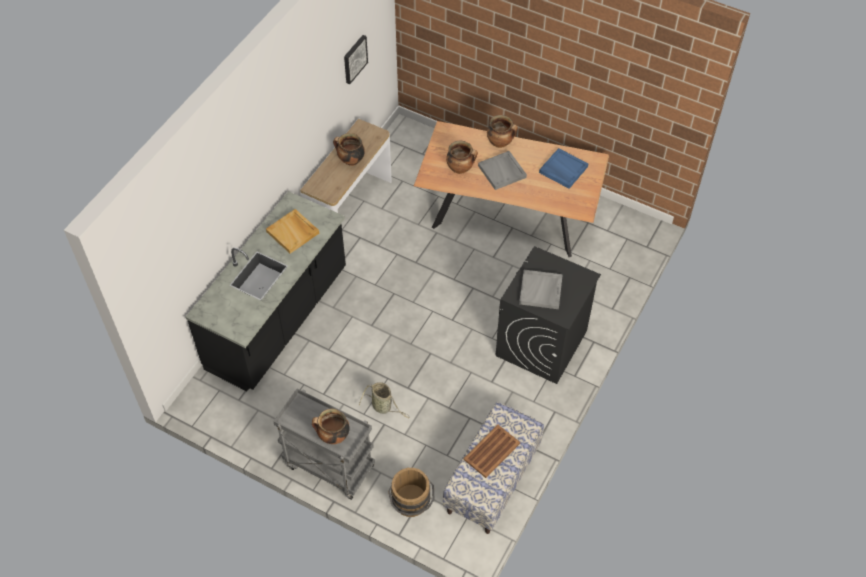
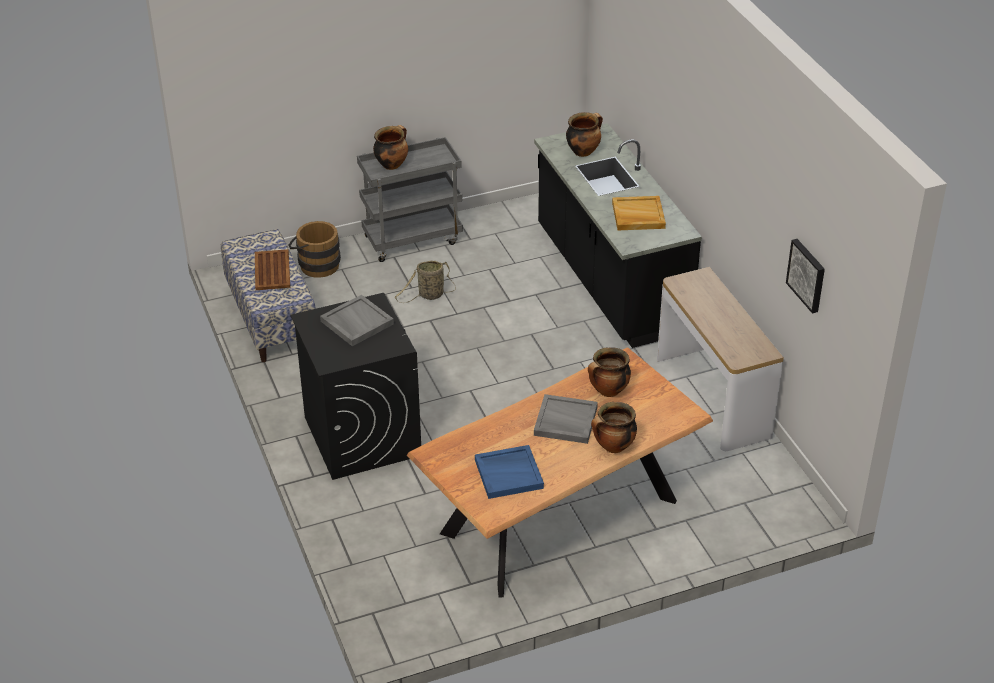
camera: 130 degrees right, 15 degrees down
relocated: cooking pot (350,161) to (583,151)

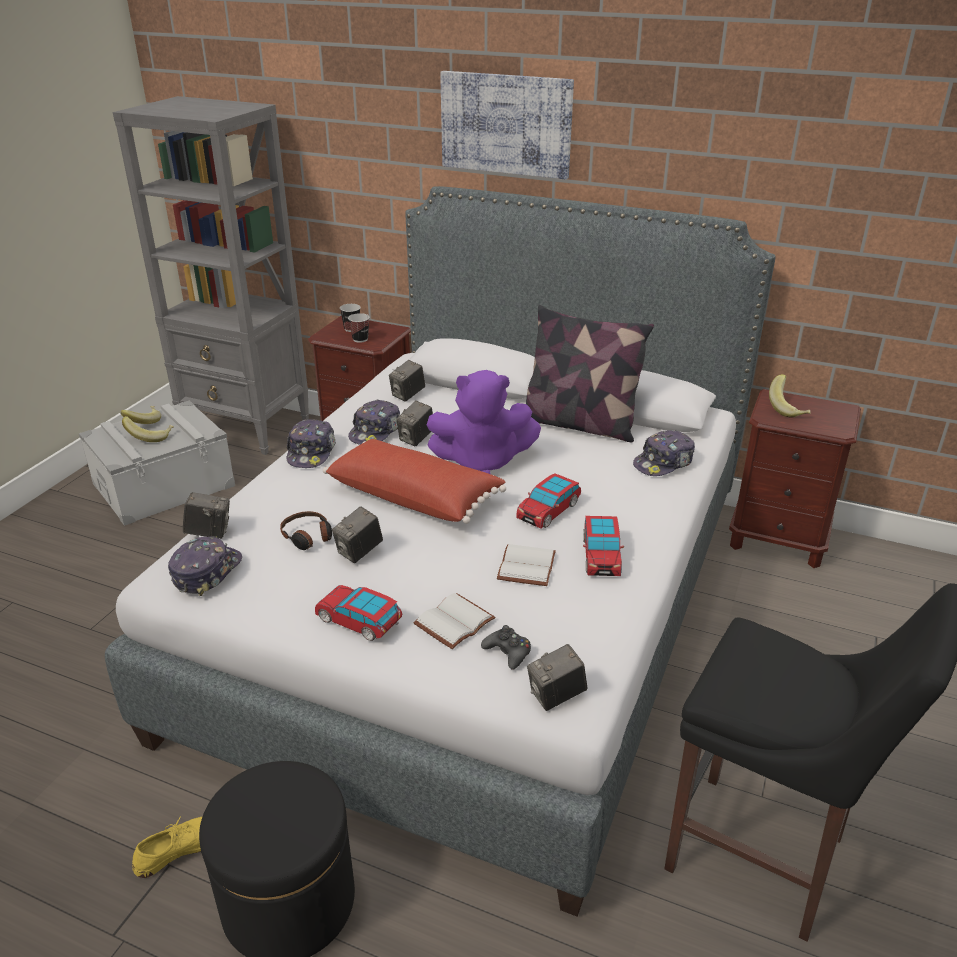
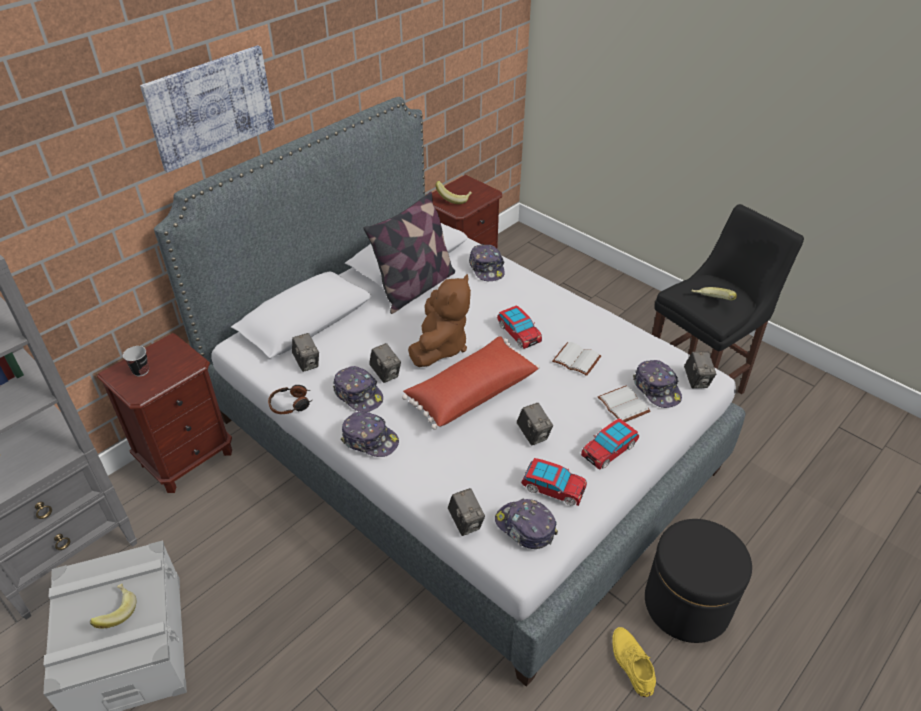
camera: 70 degrees left, 10 degrees up
missing: cup (360,339)
relocated: banana fruit (143,422) to (711,302); headphones (308,537) to (291,404); miniature car (601,555) to (553,488)
exchanged: gamepad in blackish (508,652) to cap (657,389)
colour: soft toy in purplish (482,461) to soft toy in brownish (440,347)
spun: still camera (209,532) = (466,522) 135 degrees clockwise

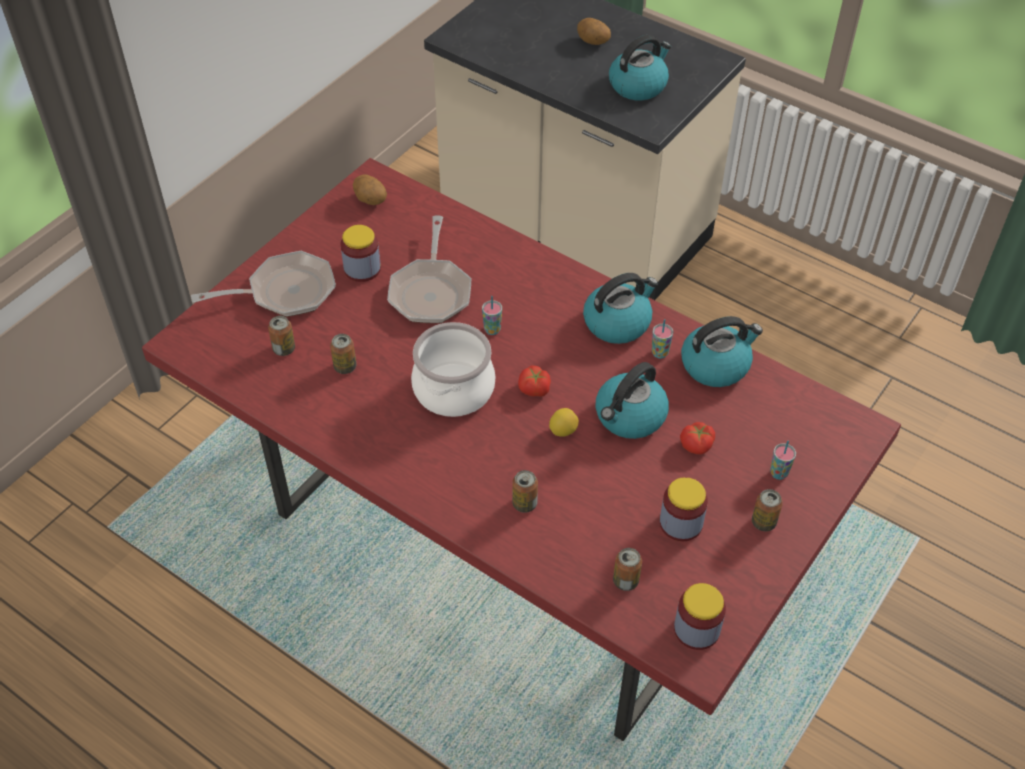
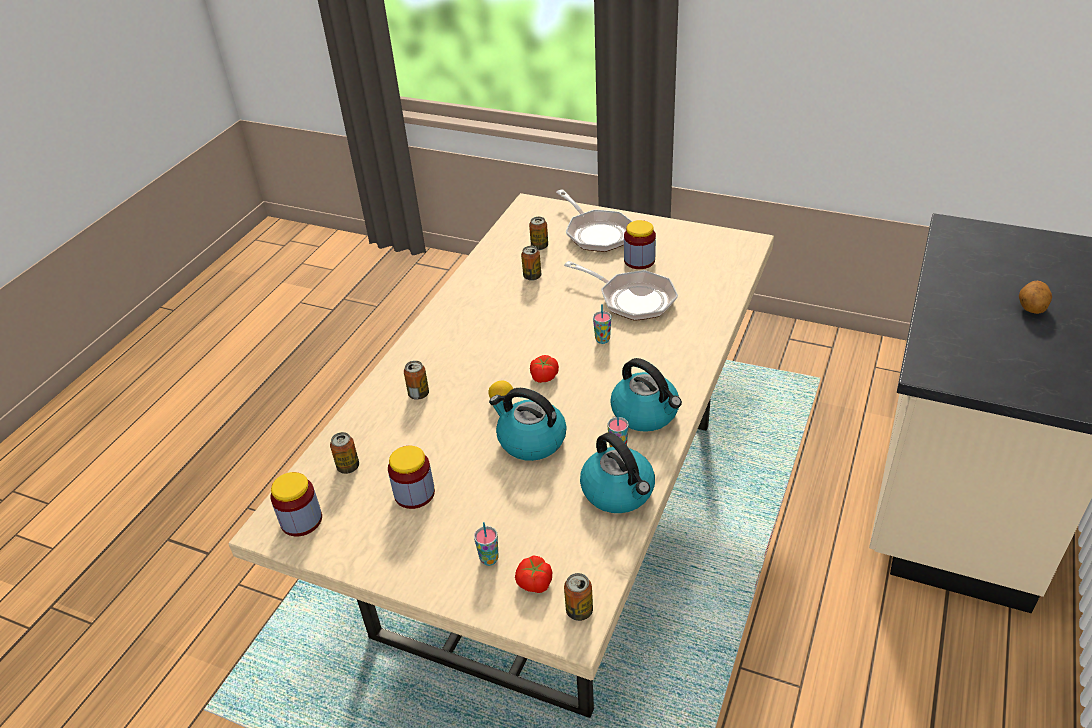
camera: 80 degrees right, 10 degrees down
missing: whole potato (370,201); cooking pot (453,389); kettle (638,85)
relocated: whole tomato (697,445) to (534,582); metal can (763,522) to (579,611)
colour: dining table in reddish (510,531) to dining table in beige-coloured (557,518)
spun: pan (431,291) = (632,299) 135 degrees counterclockwise

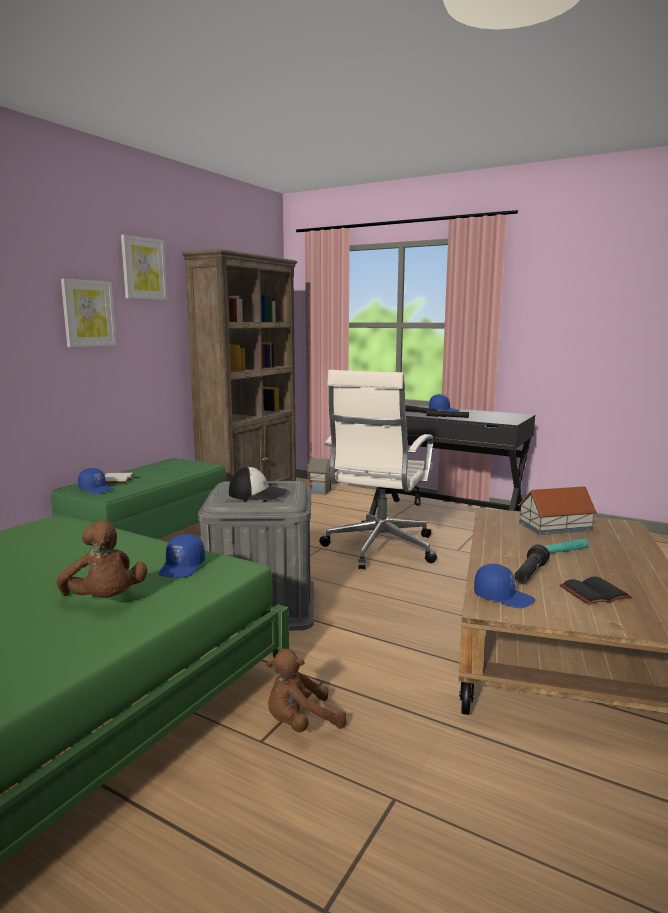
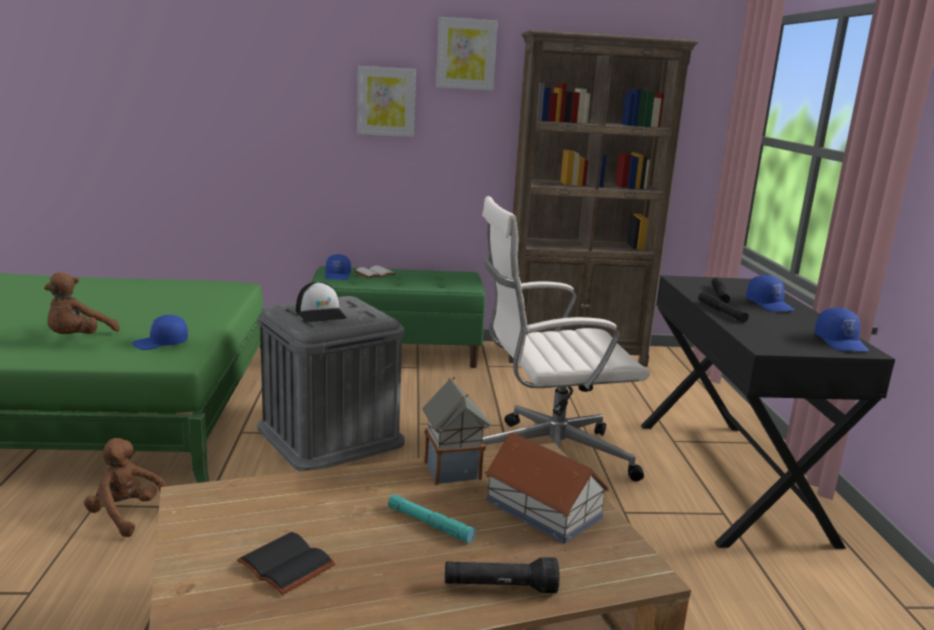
camera: 55 degrees right, 5 degrees up
relocated: toy house (320,492) to (453,471); cap in bluish (503,597) to (841,343); torch in blackish (530,574) to (499,588)

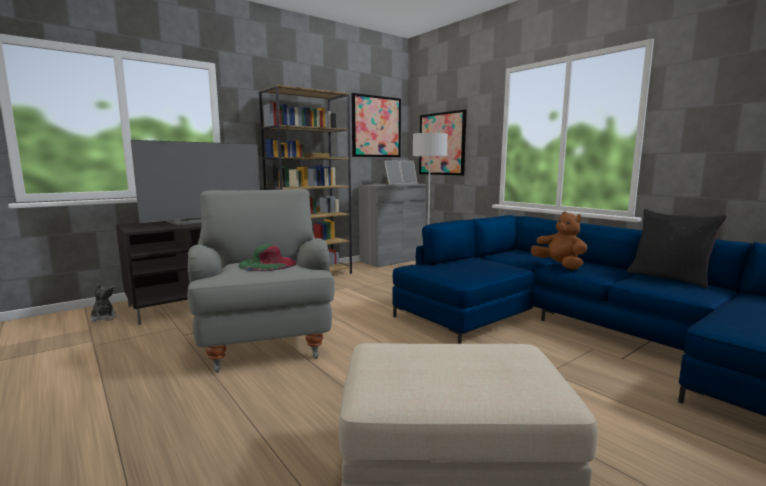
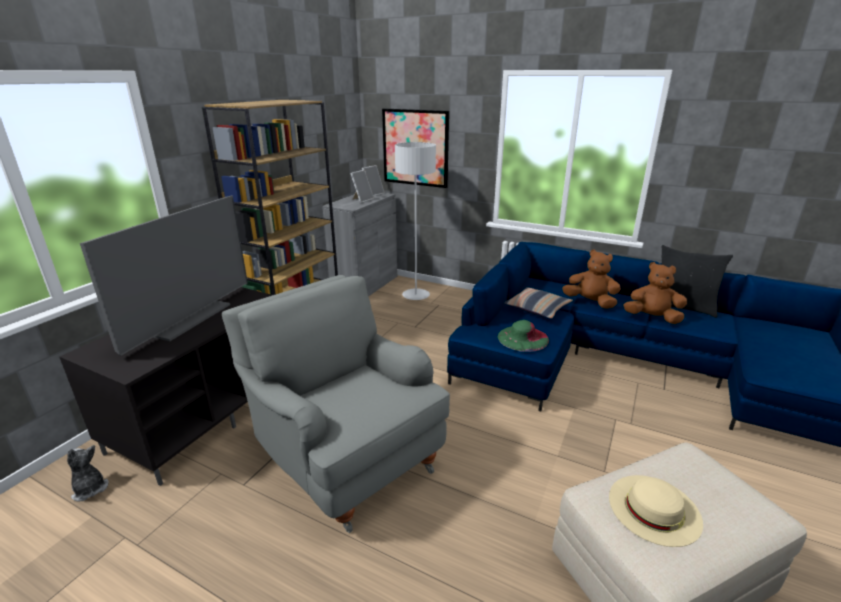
camera: 25 degrees left, 15 degrees up
missing: wall picture (376,126)
appeared: throw pillow (537,309); clothing hat in beige-coloured (654,509); soft toy in brownish (652,318)
relocated: clothing hat in greenish (267,264) to (523,338)

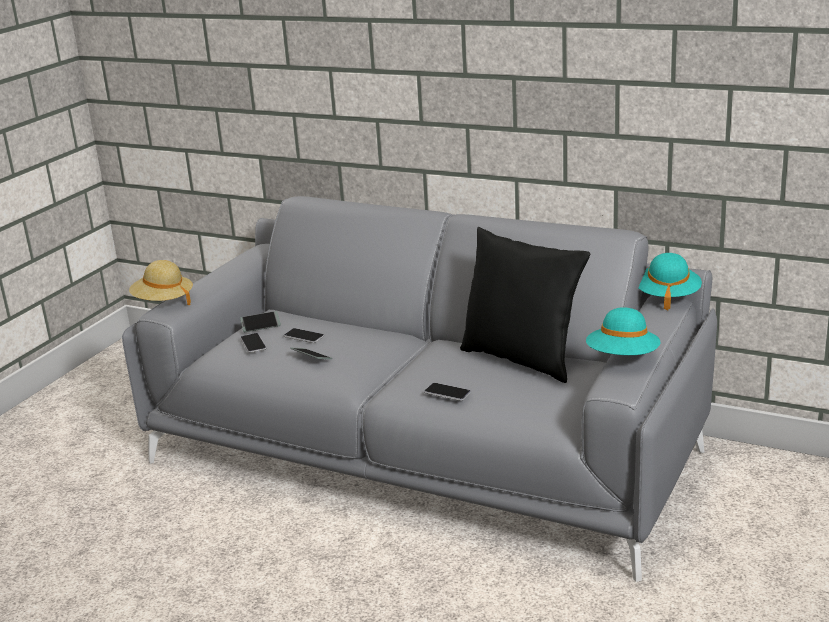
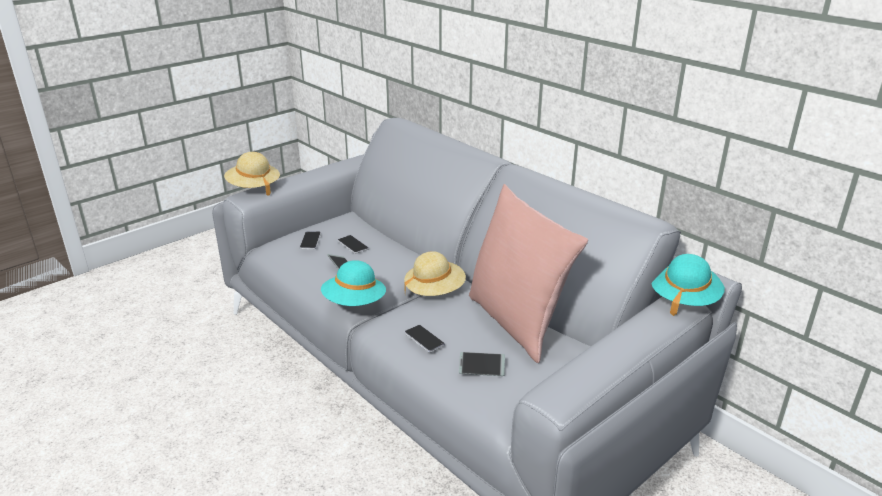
camera: 20 degrees right, 5 degrees up
appeared: clothing hat in beige-coloured (435,291)
relocated: phone (261,325) to (481,368); clothing hat in turquoise (622,358) to (354,303)
colour: throw pillow in blackish (522,359) to throw pillow in pink (517,322)

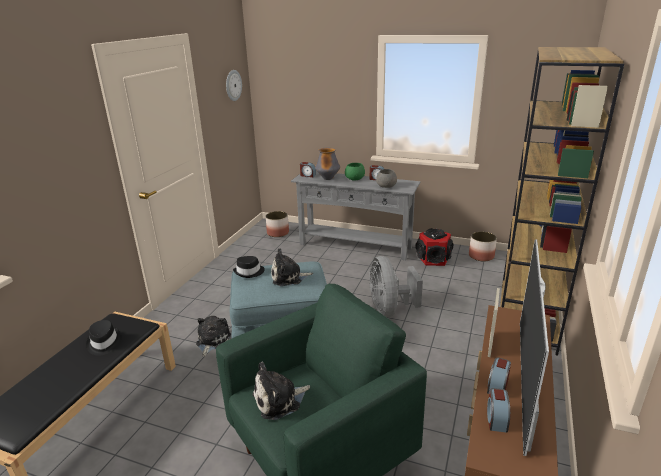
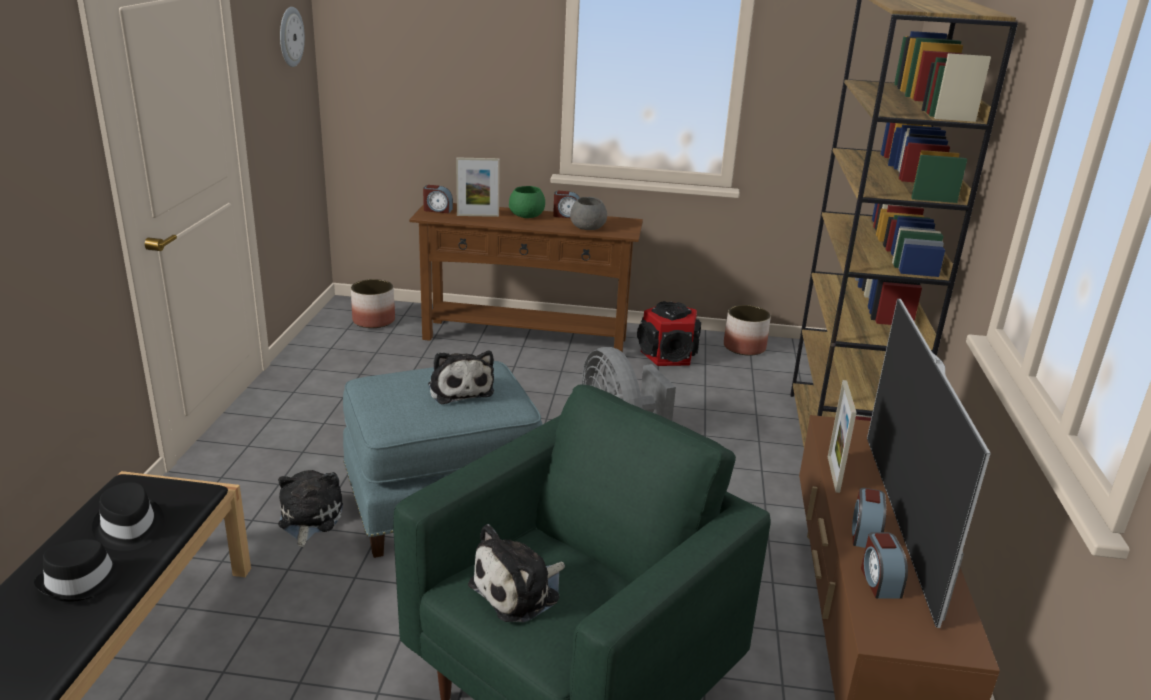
camera: 15 degrees left, 0 degrees up
relocated: clothing hat in blackish (249,272) to (82,581)
exchanged: decorative vase (328,178) to photo frame (478,215)
colour: console table in grey (355,246) to console table in brownish (525,338)
spun: soft toy (289,277) = (460,389) 90 degrees counterclockwise

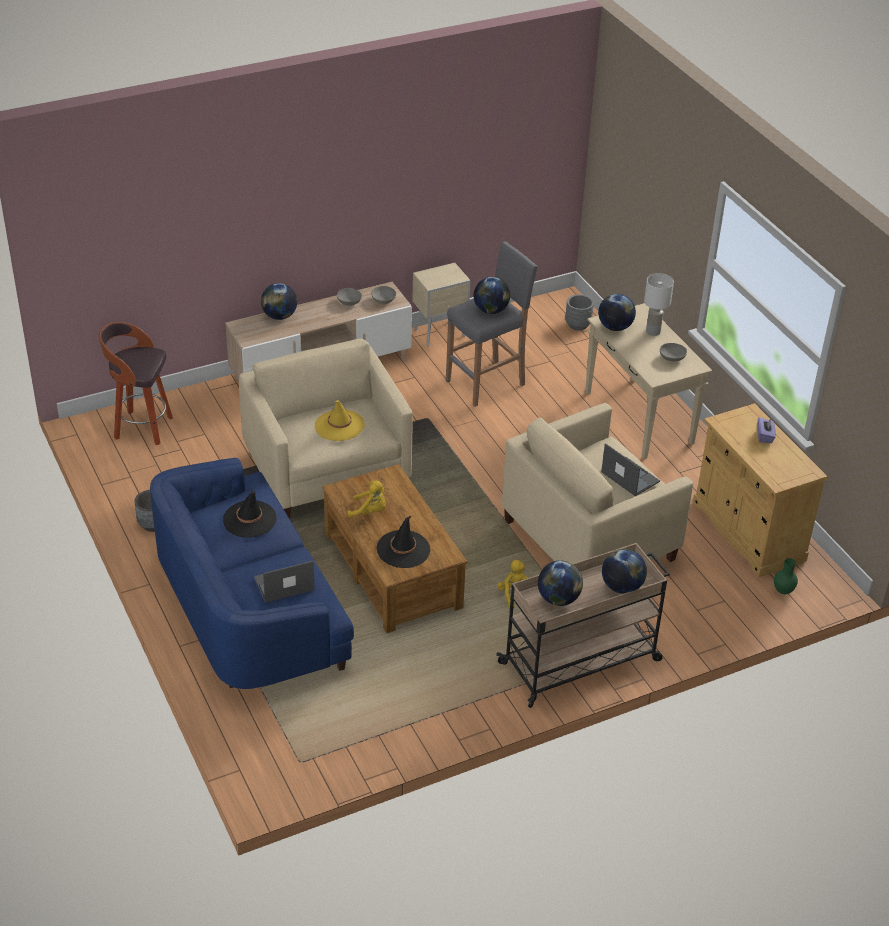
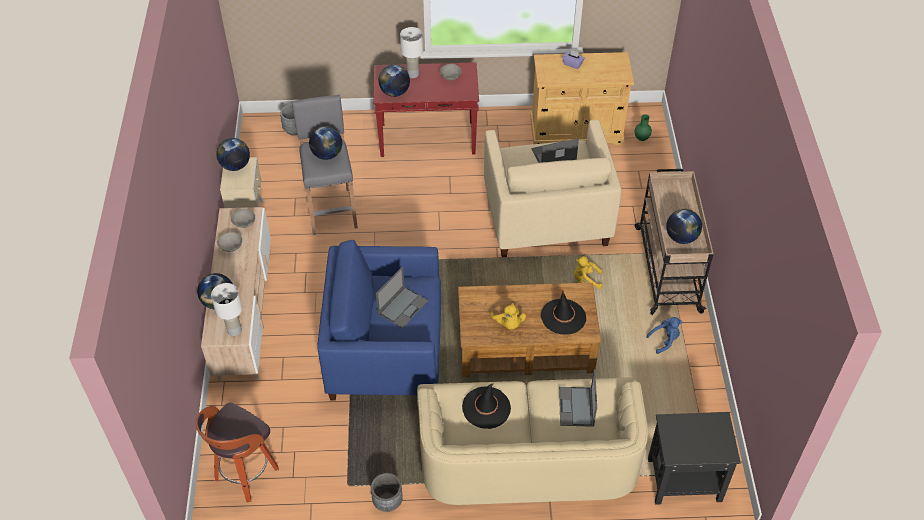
camera: 65 degrees left, 10 degrees up
appeared: tabletop lamp in white-coloured (234,330); soft toy in bluish (665,340); side table in blackish (683,479)
relocated: globe (622,587) to (235,166)
exchanged: clothing hat in yellow-coloured (339,426) to laptop (403,306)
colour: sofa in bluish (249,608) to sofa in beige-coloured (527,458); easy chair in beige-coloured (327,472) to easy chair in bluish (385,351); console table in beige-coloured (639,419) to console table in reddish (428,139)
spun: soft toy in yellow-coloured (370,511) = (508,323) 120 degrees clockwise

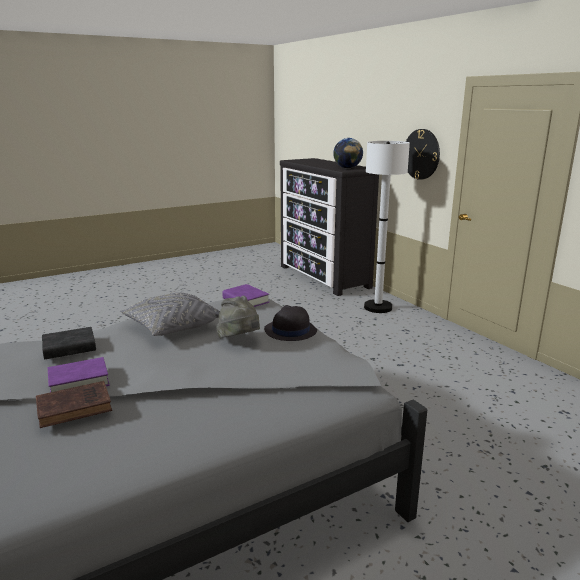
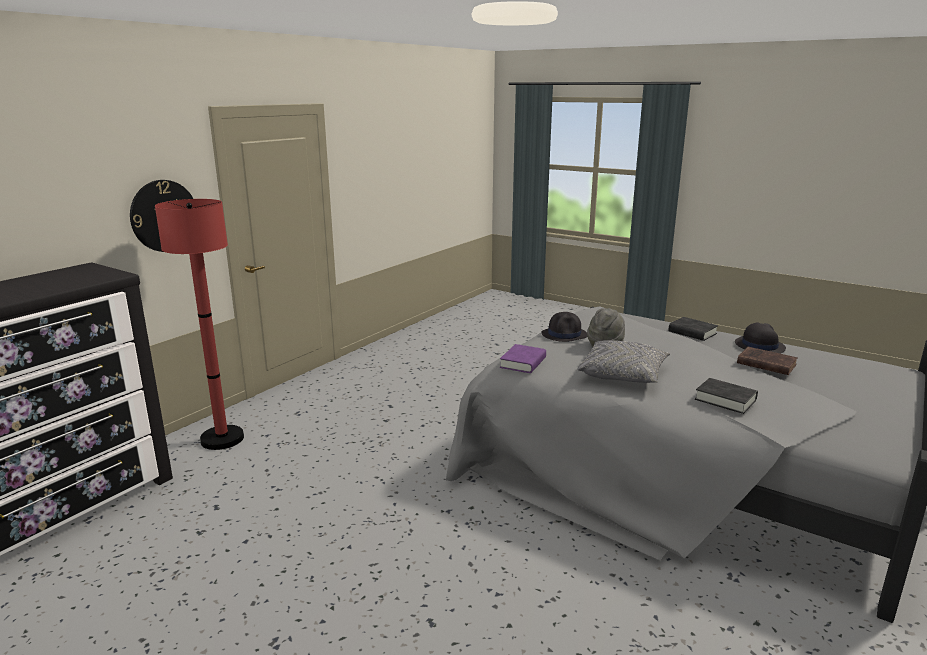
camera: 115 degrees left, 0 degrees up
missing: bound book in purplish (79,381); globe (347,168)
appeared: bound book in blackish (692,332); clothing hat in blackish (759,346)
colour: standard lamp in white-coloured (378,307) to standard lamp in reddish (222,439)

